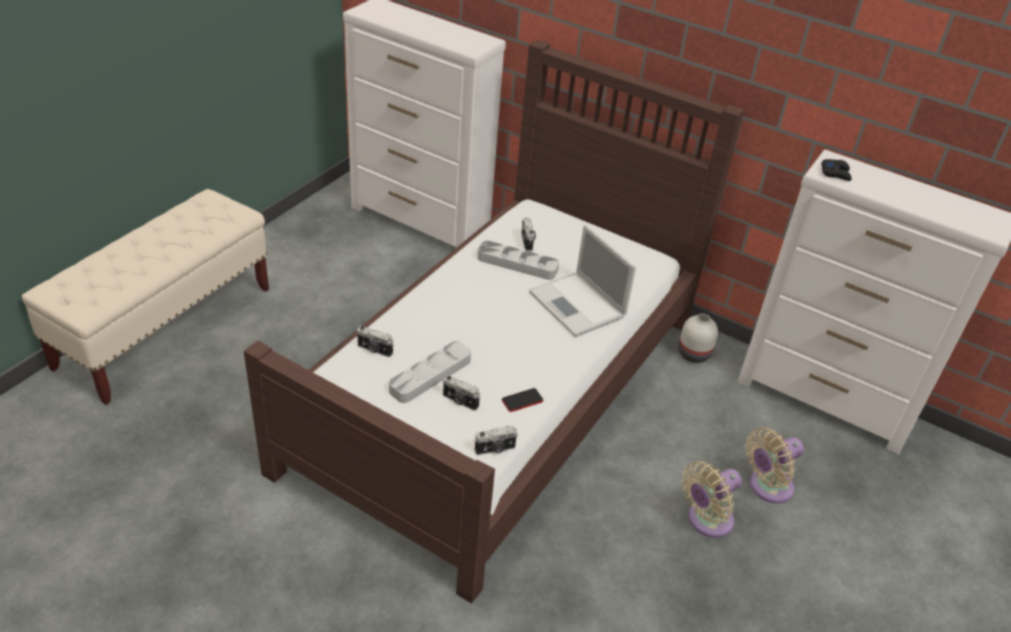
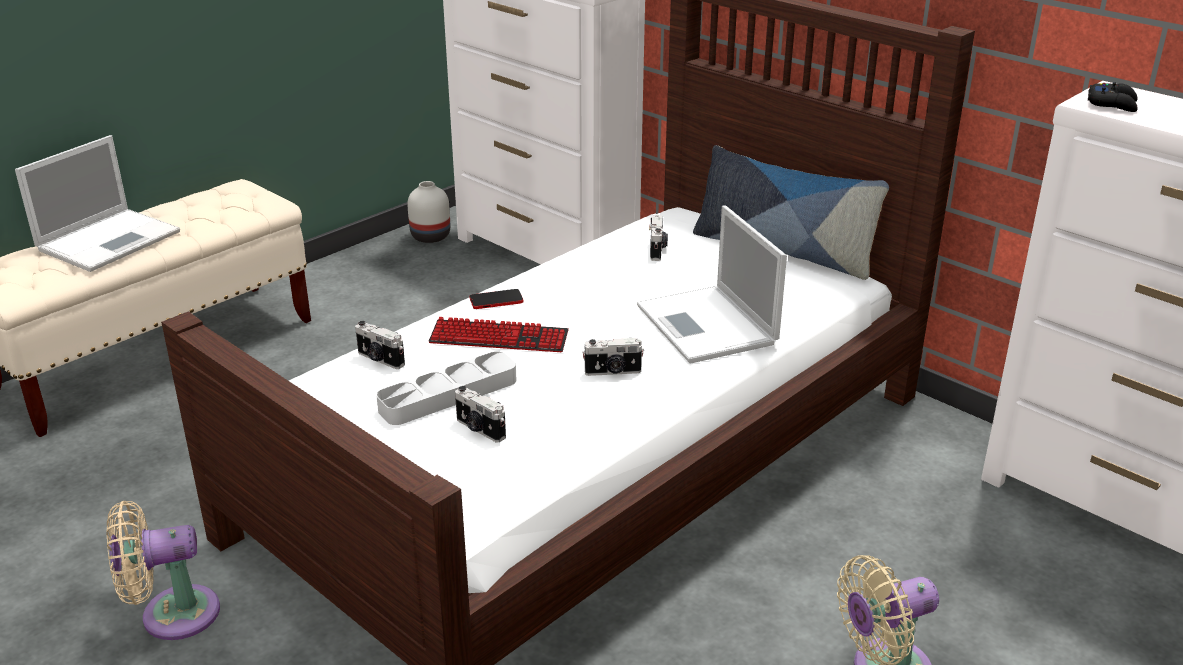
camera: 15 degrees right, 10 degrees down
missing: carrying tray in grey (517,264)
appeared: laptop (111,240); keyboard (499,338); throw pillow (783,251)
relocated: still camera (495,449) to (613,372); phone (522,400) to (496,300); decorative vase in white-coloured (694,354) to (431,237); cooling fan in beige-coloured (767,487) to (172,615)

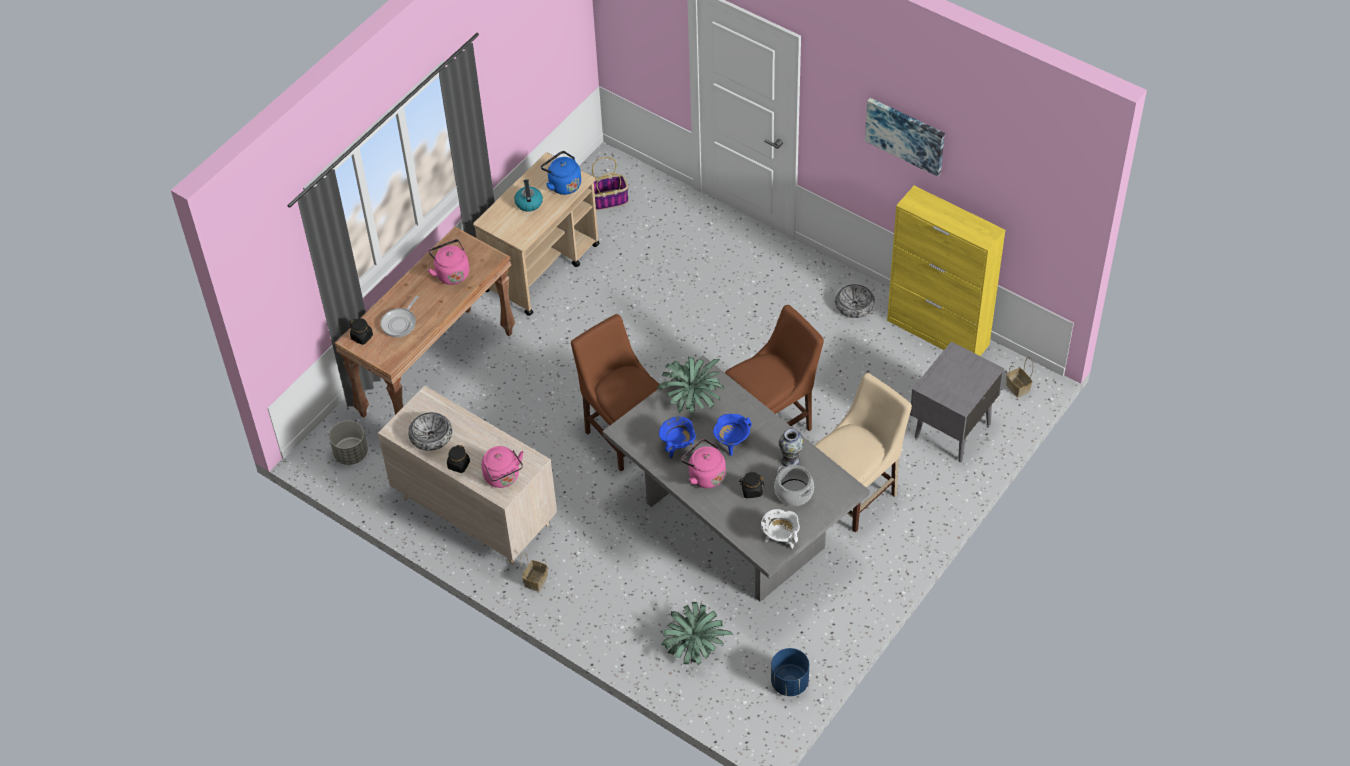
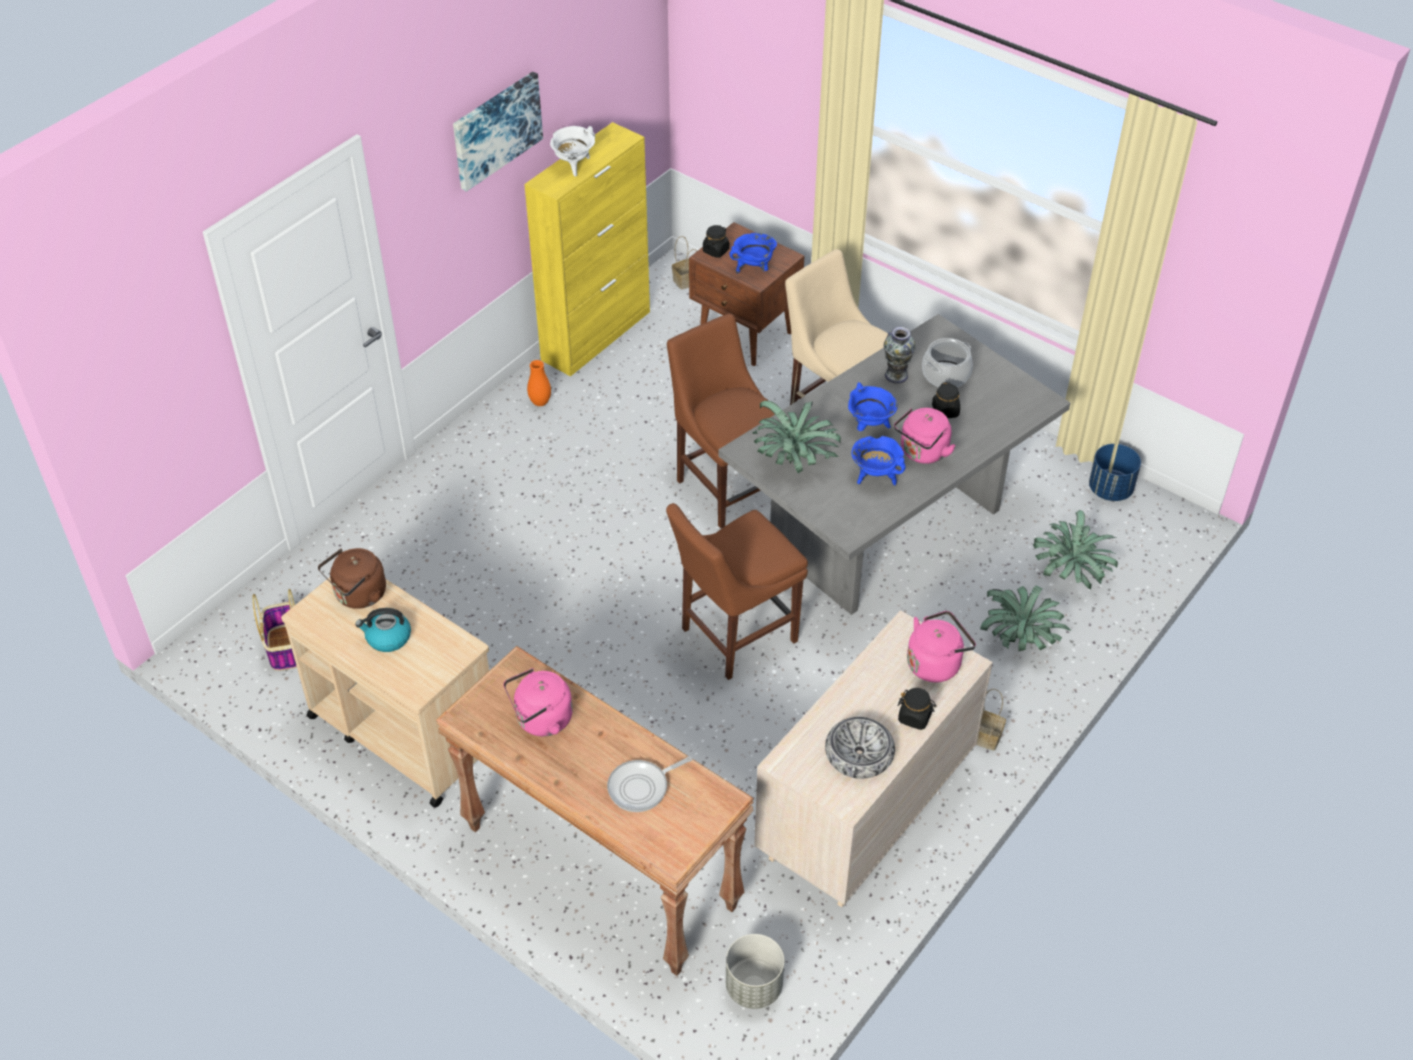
camera: 90 degrees left, 5 degrees down
appeared: cooking pot in bluish (753,269); houseplant (1020,638)
relocated: jar in blackish (362,337) to (716,250); cooking pot in white-coloured (780,539) to (574,166)
exchanged: deep dish (854,305) to decorative vase in orange (540,402)
colour: kettle in bluish (563,184) to kettle in brownish (358,596); night table in grey (951,431) to night table in brownish (746,336)
spun: pan (400,323) = (641,787) 120 degrees clockwise

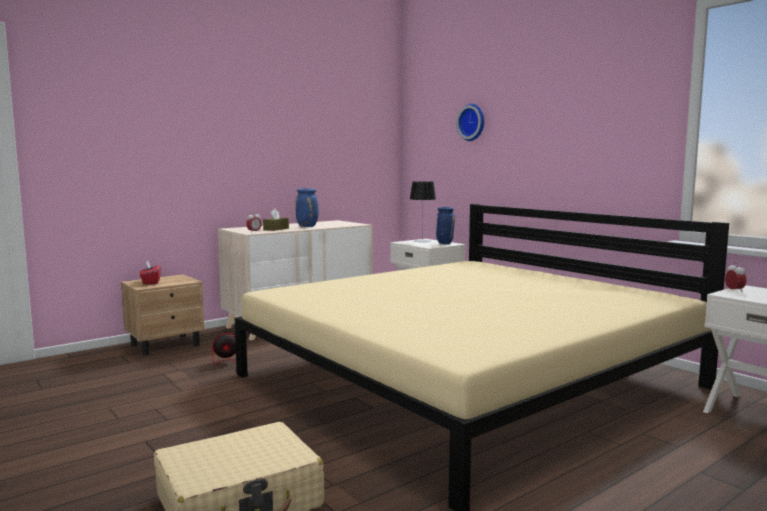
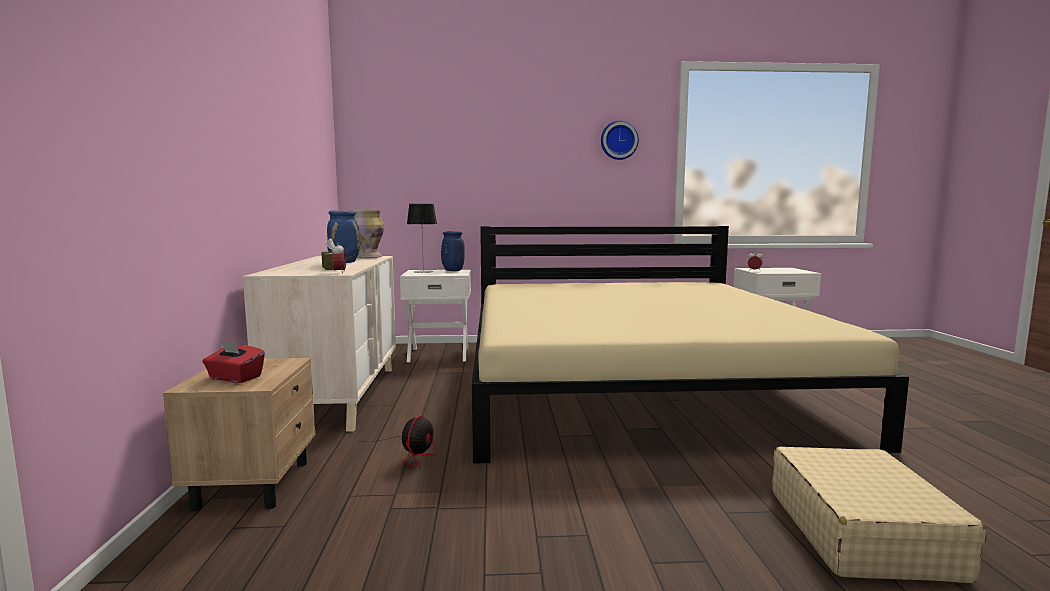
camera: 55 degrees left, 0 degrees up
appeared: decorative vase (368,257)
relocated: wall clock (472,122) to (618,140)

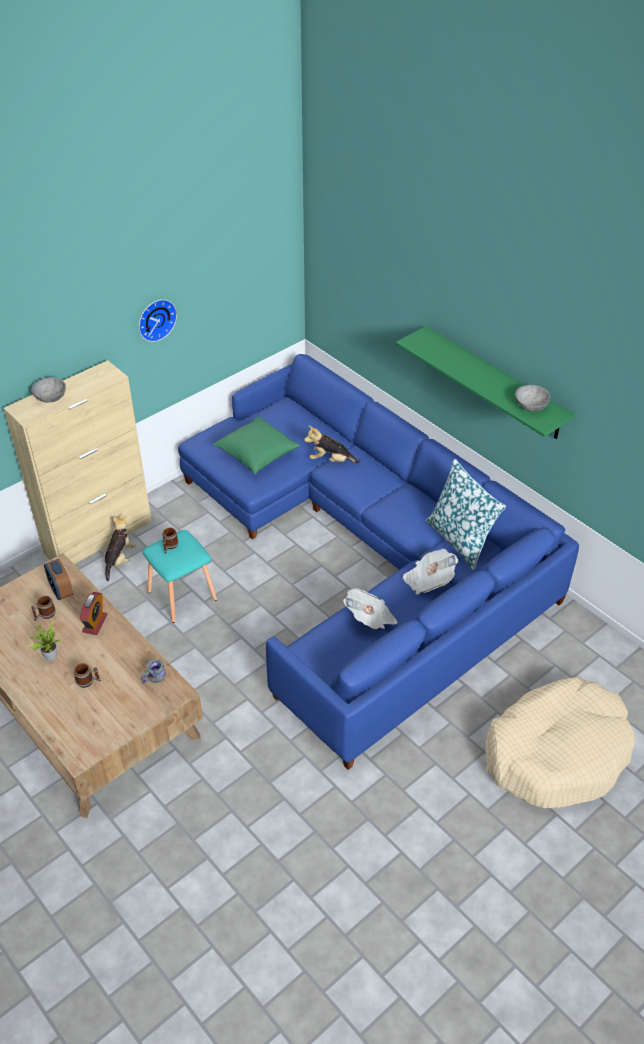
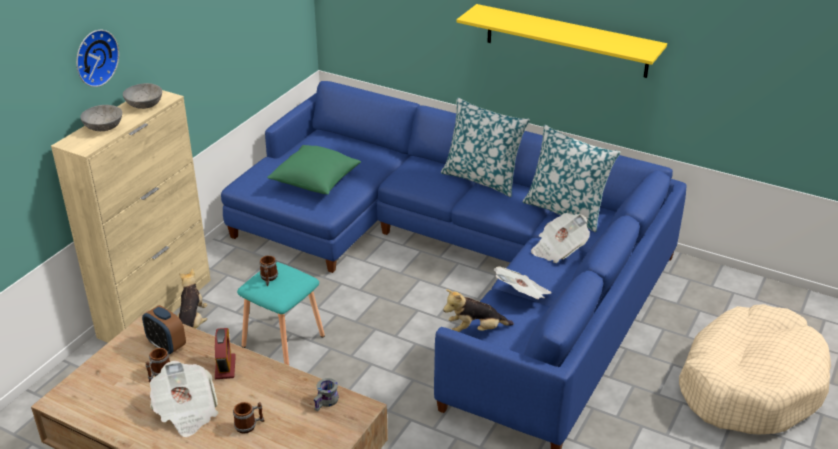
camera: 20 degrees left, 10 degrees down
appeared: throw pillow (482,179)
relocated: wall clock (155,319) to (94,57); soft toy (331,460) to (475,330); deep dish in grey (530,405) to (144,104)
exchanged: houseplant (49,655) to printed paper (186,412)
colour: bracket shelf in greenish (494,383) to bracket shelf in yellow-coloured (566,41)

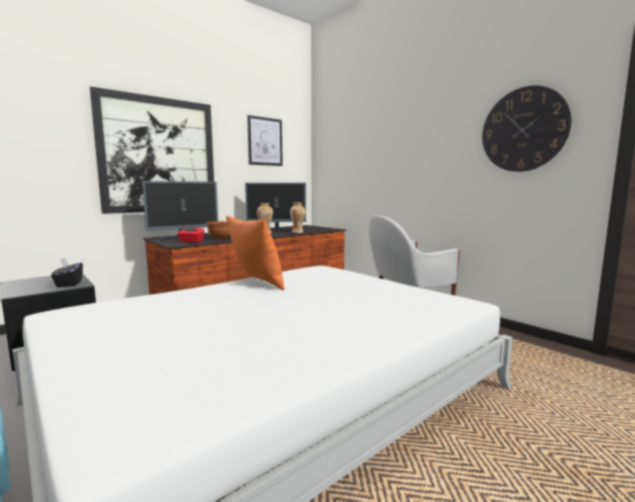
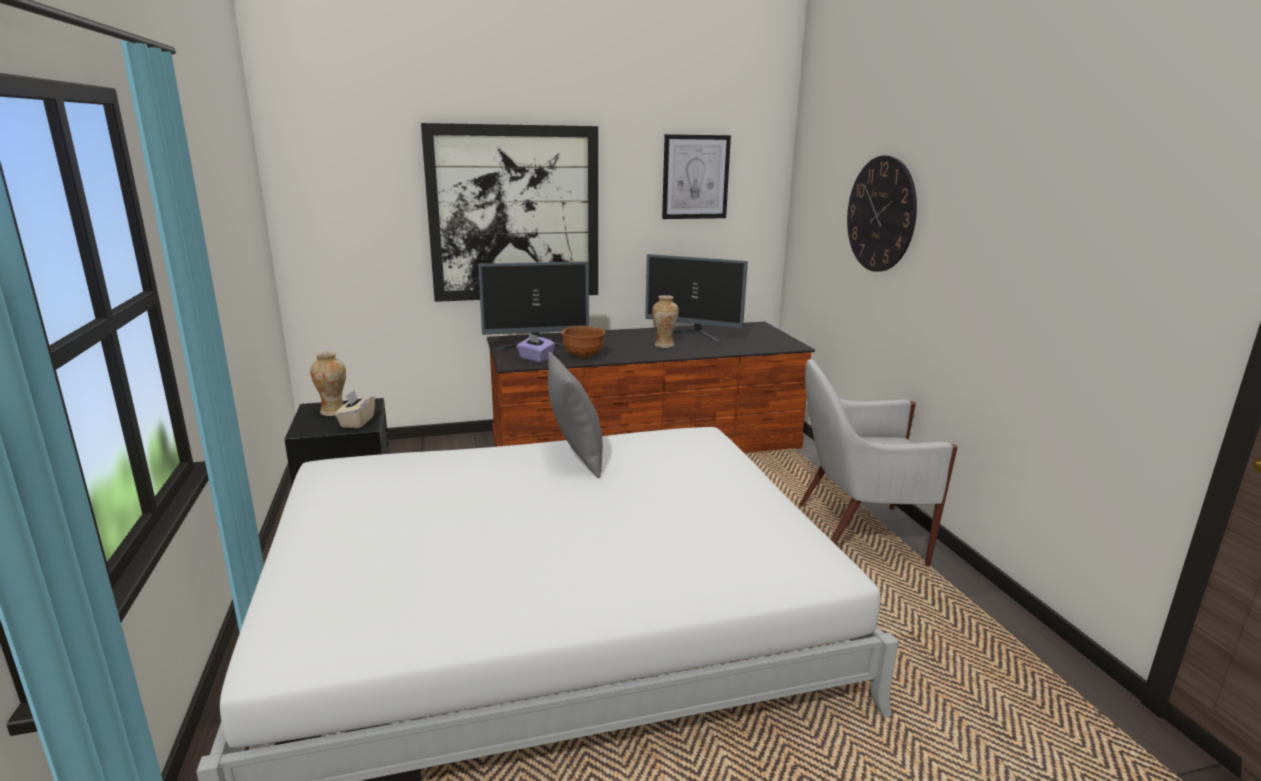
camera: 25 degrees right, 10 degrees up
relocated: decorative vase (297,232) to (333,412); wall clock (523,130) to (881,214)
colour: tissue holder in blackish (69,283) to tissue holder in beige-coloured (357,422); tissue holder in reddish (191,242) to tissue holder in purplish (535,359); throw pillow in orange (256,284) to throw pillow in grey (575,456)

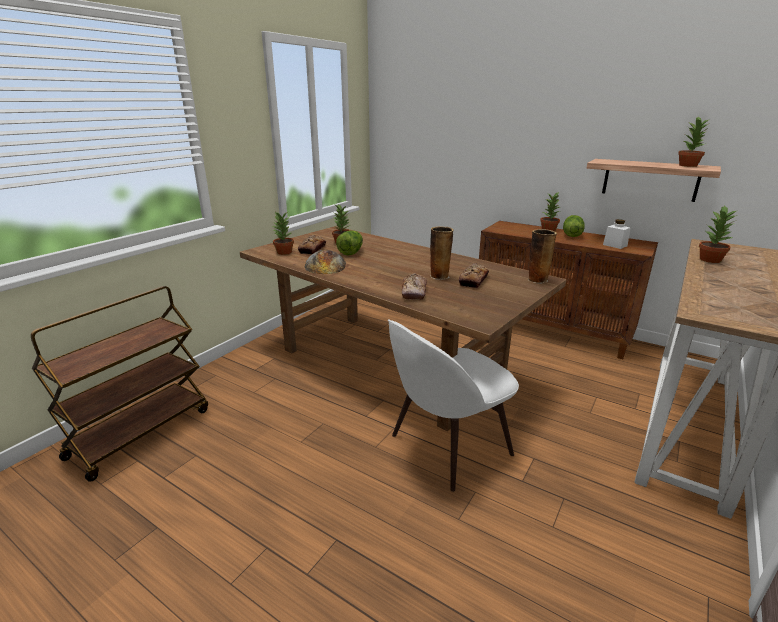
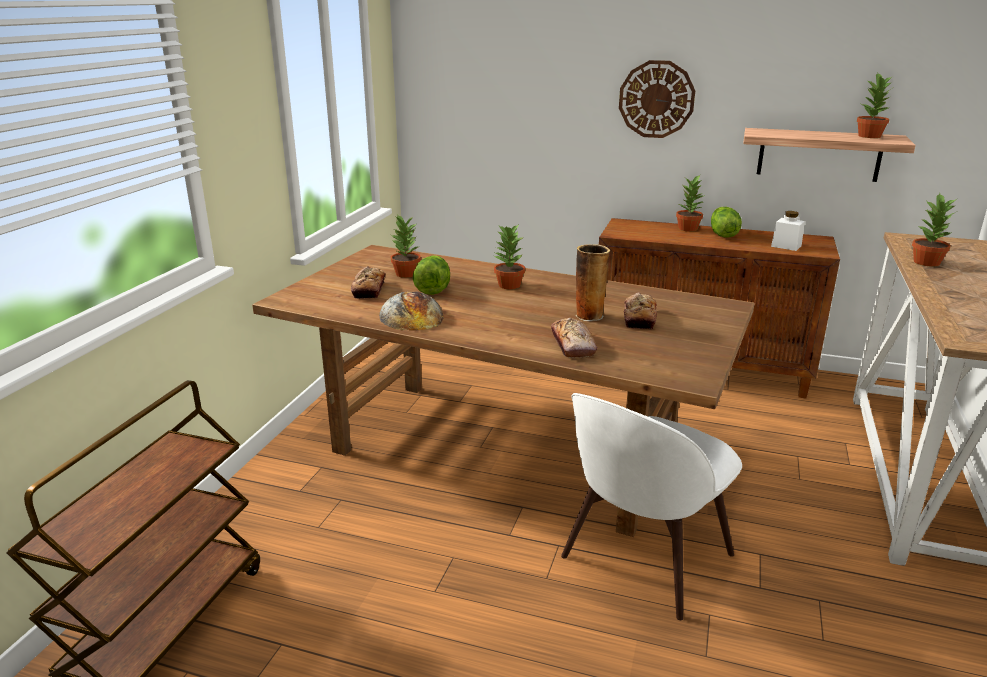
camera: 15 degrees left, 0 degrees up
missing: decorative vase (537,280)
appeared: wall clock (656,99)
relocated: houseplant (284,252) to (508,285)

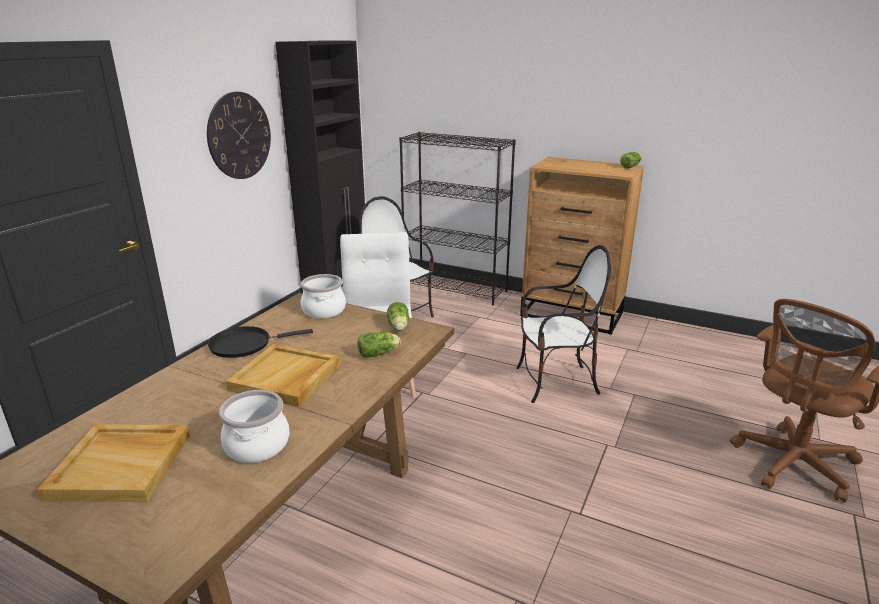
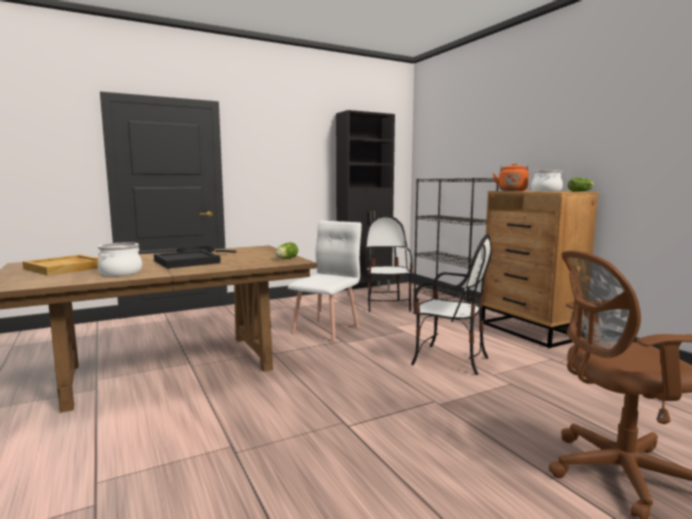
camera: 35 degrees right, 15 degrees down
missing: wall clock (239,136); lettuce (379,353)
appeared: kettle in orange (512,190)
relocated: cooking pot (324,310) to (546,191)
colour: carrying tray in beige-coloured (286,378) to carrying tray in blackish (186,262)

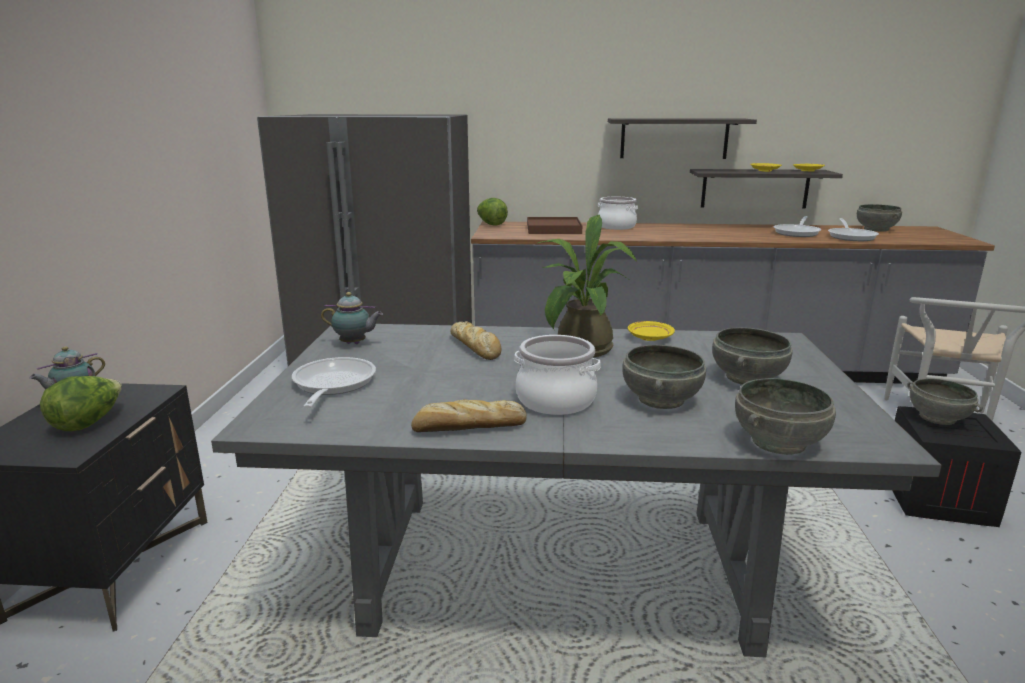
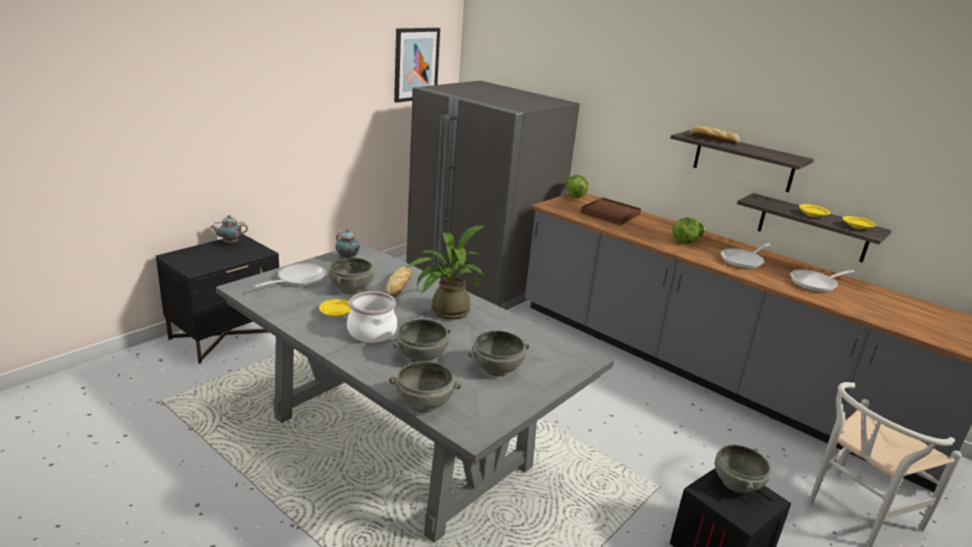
camera: 35 degrees right, 5 degrees up
missing: cooking pot (616,227)
appeared: wall picture (416,64)
relocated: lettuce (88,423) to (686,242); bakery bread (467,427) to (712,139); flat dish in yellow-coloured (650,337) to (336,313); pan (851,236) to (744,261); deep dish in grey (876,229) to (351,288)

